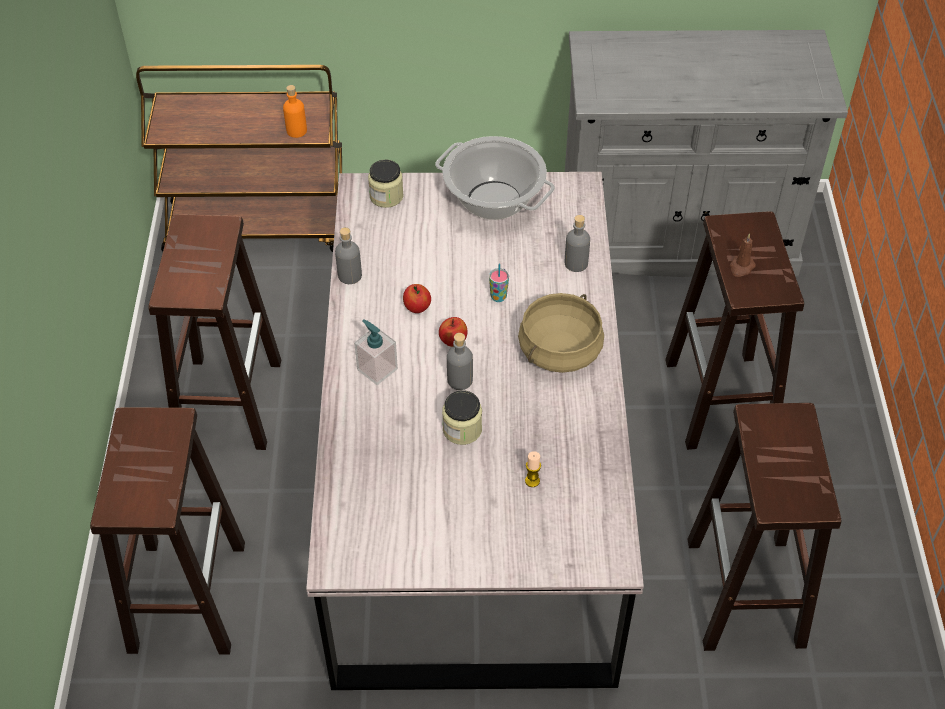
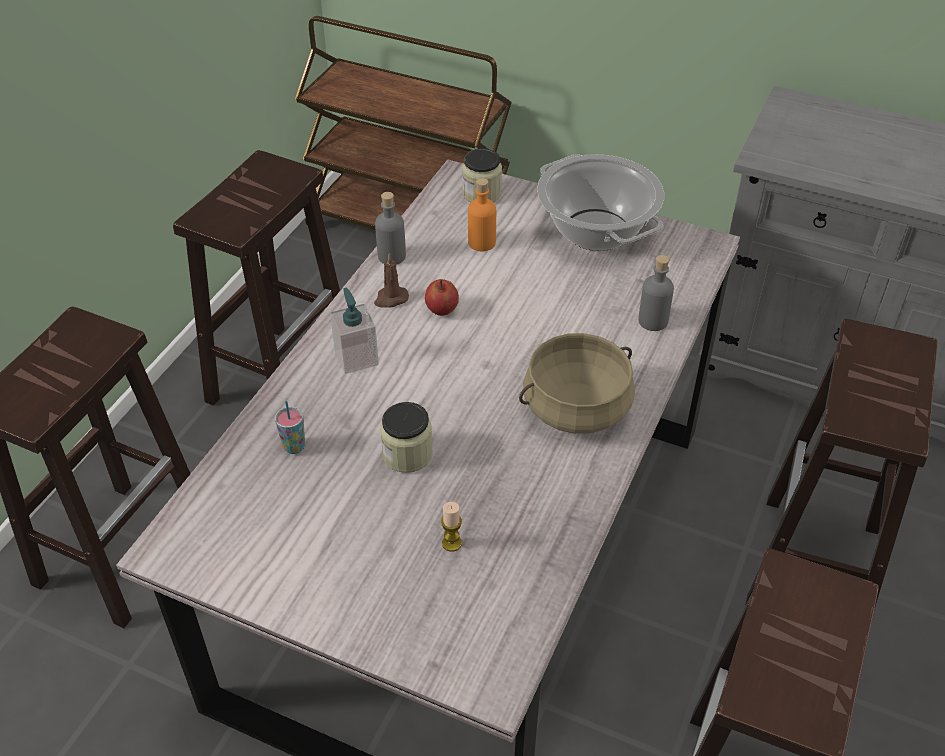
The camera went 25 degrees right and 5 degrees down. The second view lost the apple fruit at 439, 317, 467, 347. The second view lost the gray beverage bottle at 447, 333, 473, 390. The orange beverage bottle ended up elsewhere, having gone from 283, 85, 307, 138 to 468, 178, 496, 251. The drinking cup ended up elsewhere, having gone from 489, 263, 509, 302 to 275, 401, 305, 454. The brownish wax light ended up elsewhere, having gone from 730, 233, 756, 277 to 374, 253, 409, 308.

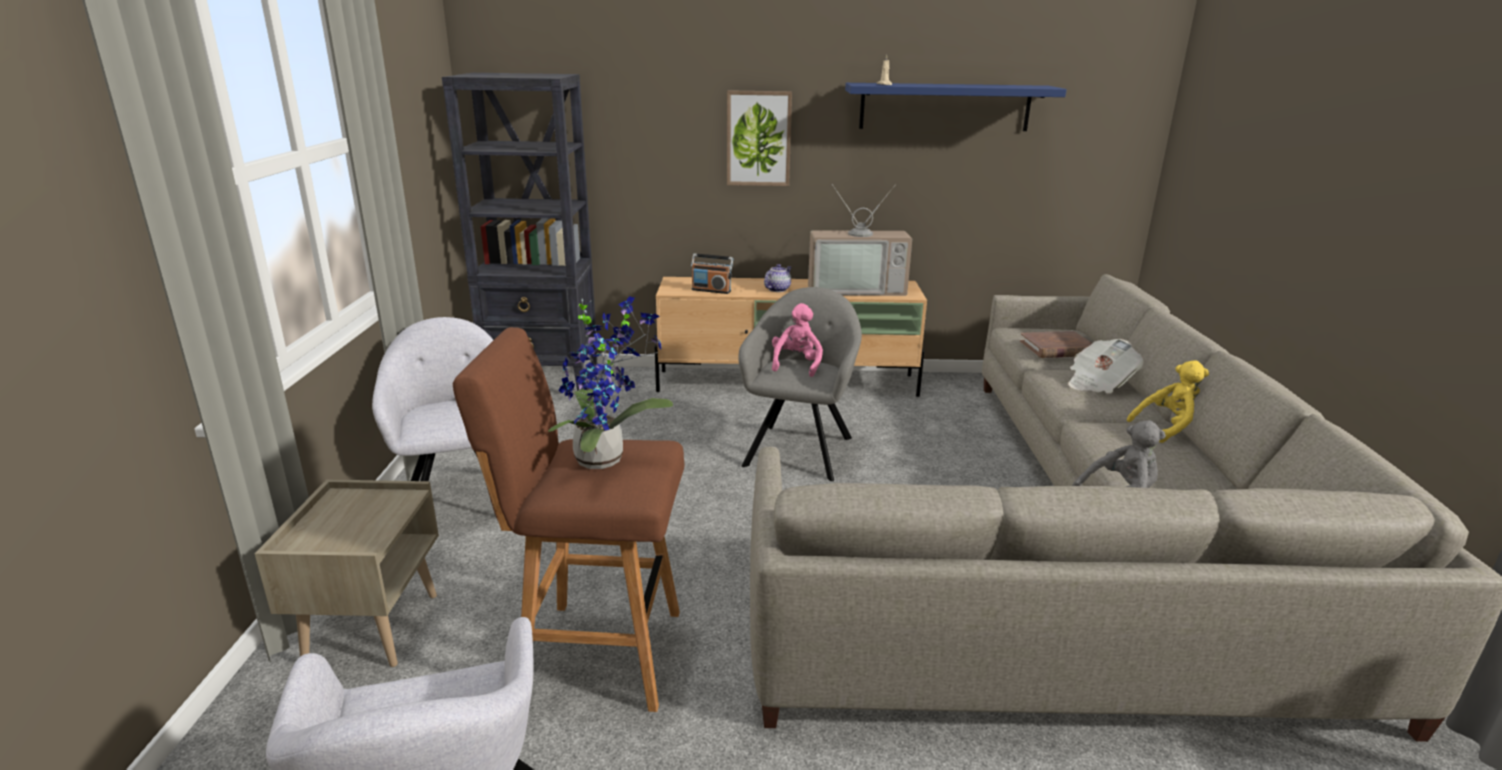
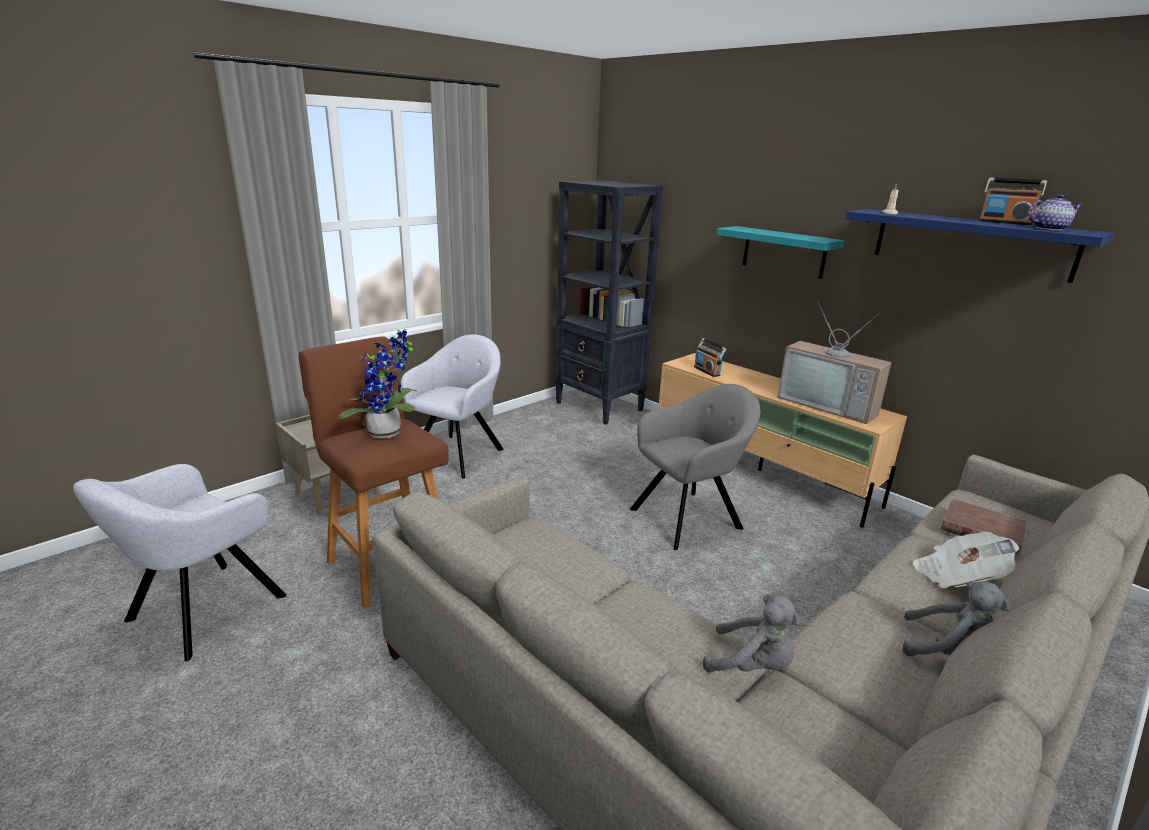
The camera went 45 degrees right and 0 degrees up. The second view lost the pink plush toy at 772, 303, 823, 377. The second view gained the radio receiver at 979, 178, 1047, 225. The teapot ended up elsewhere, having gone from 764, 264, 791, 292 to 1028, 194, 1083, 231. Where the wall art hung at 727, 90, 792, 186, the turquoise-coloured shelf came to hang at 717, 226, 844, 279. What was the yellowish plush toy at 1127, 360, 1209, 443 turned into the gray plush toy at 903, 581, 1011, 656.

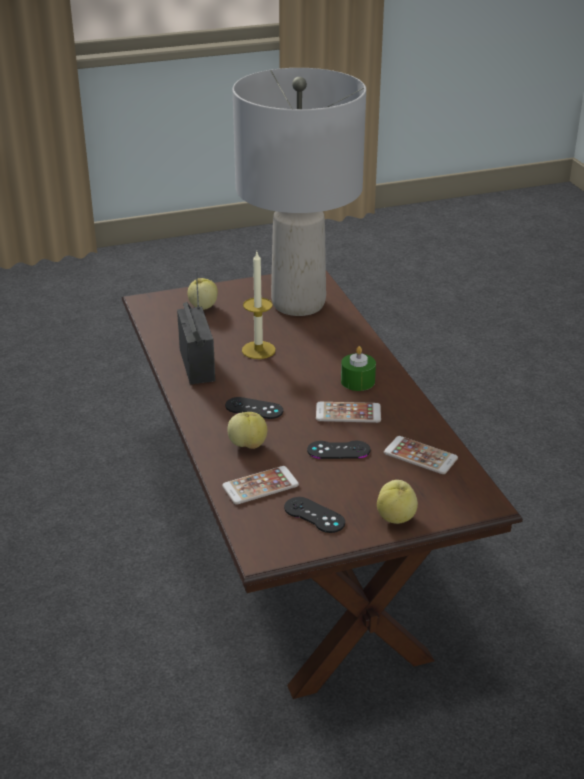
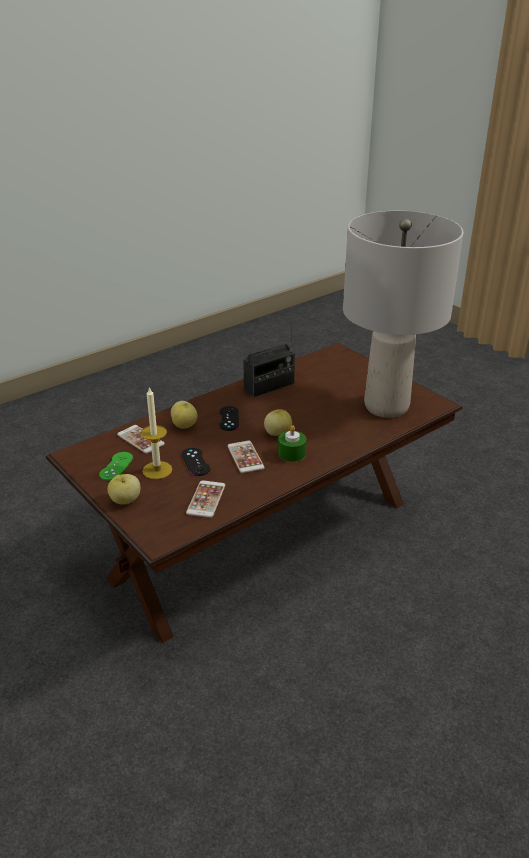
The camera went 70 degrees right and 0 degrees up. The apple fruit ended up elsewhere, having gone from 187, 278, 218, 310 to 264, 409, 292, 436. The wax light ended up elsewhere, having gone from 242, 252, 276, 359 to 141, 386, 172, 479. What was the black-coloured game controller at 284, 497, 345, 533 turned into the green-coloured game controller at 99, 452, 133, 481.

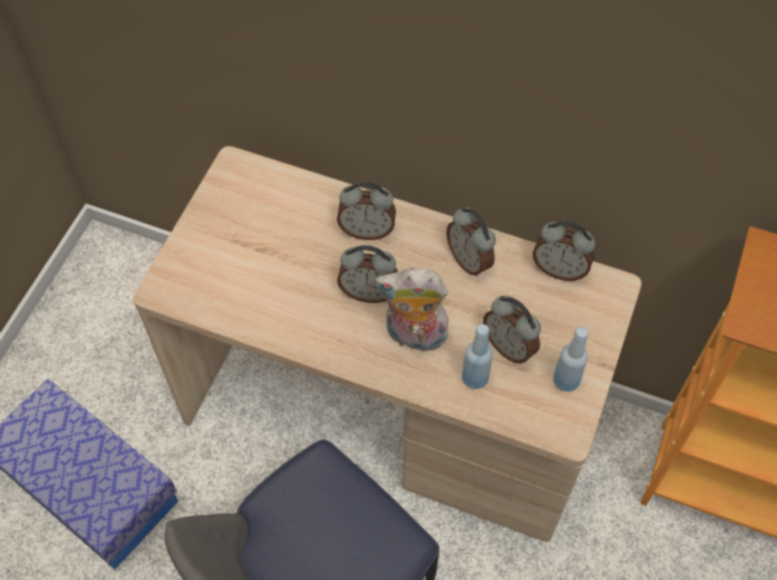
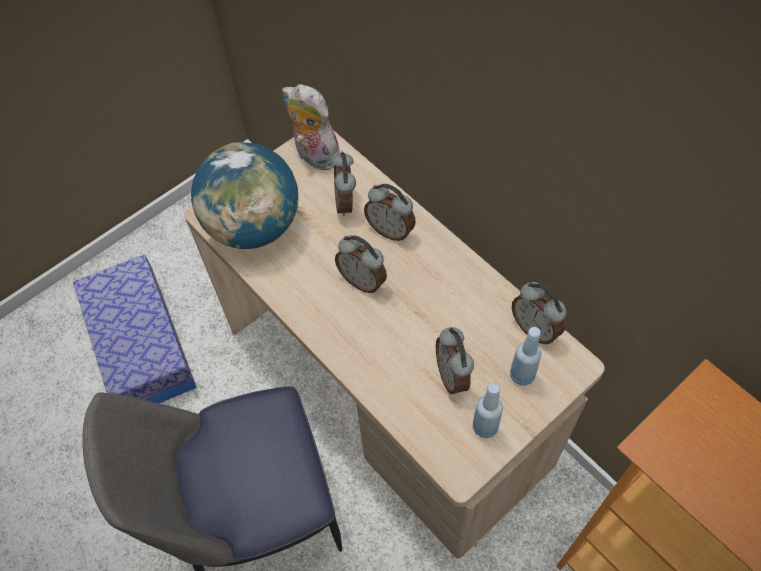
The camera went 30 degrees right and 0 degrees up. The second view gained the globe at 191, 142, 299, 249. The plush toy ended up elsewhere, having gone from 375, 268, 451, 356 to 282, 84, 341, 170. The table clock ended up elsewhere, having gone from 446, 207, 496, 276 to 332, 152, 356, 216. The blue-coloured beverage bottle ended up elsewhere, having gone from 462, 324, 493, 389 to 510, 327, 541, 386.

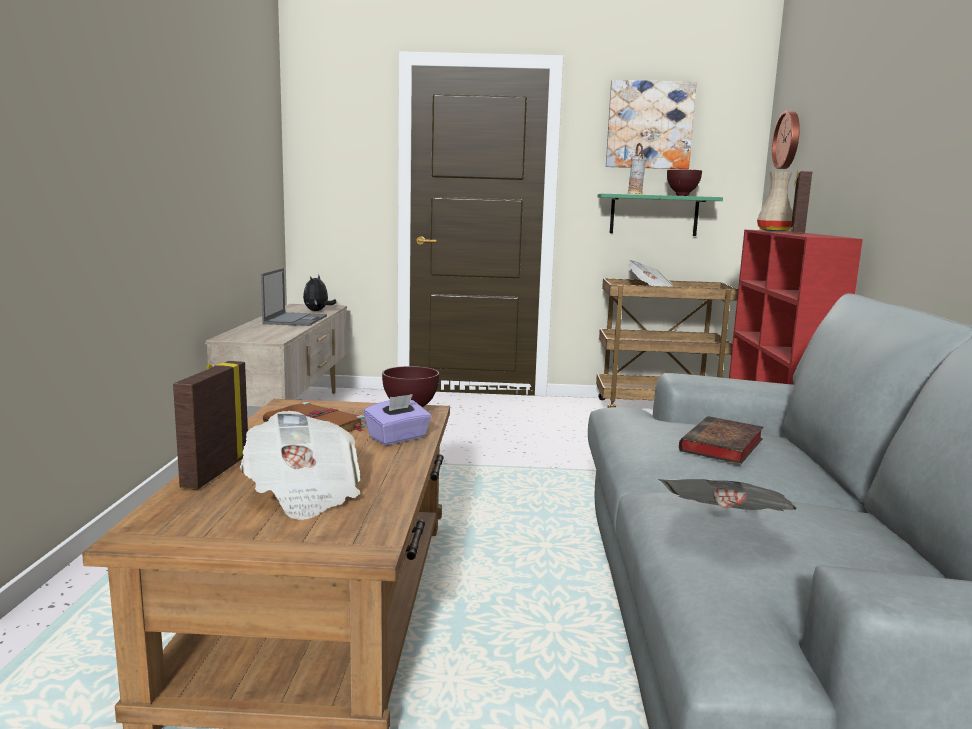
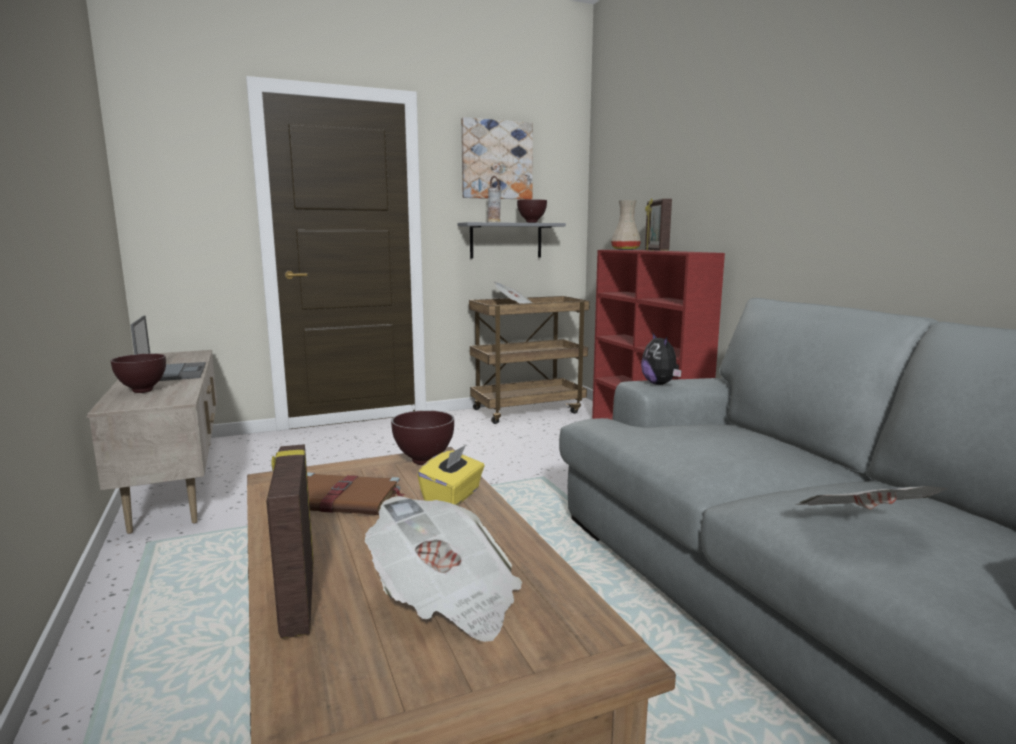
The camera went 25 degrees left and 0 degrees up. The second view lost the volume at 679, 416, 764, 464. The second view lost the wall clock at 772, 111, 800, 169. The second view gained the brownish deep dish at 111, 354, 166, 393. The plush toy ended up elsewhere, having gone from 303, 275, 337, 311 to 641, 332, 682, 385. What was the purple tissue holder at 364, 394, 431, 445 turned into the yellowish tissue holder at 417, 445, 484, 506. What was the green-coloured shelf at 598, 194, 723, 236 turned into the gray shelf at 457, 222, 566, 259.

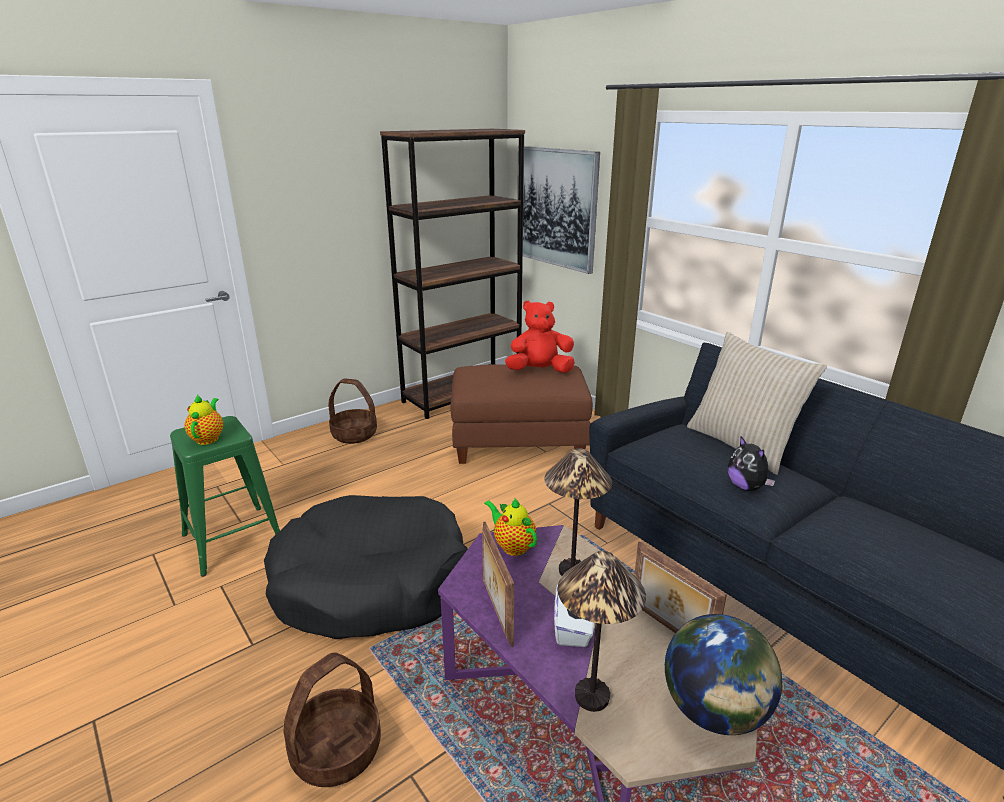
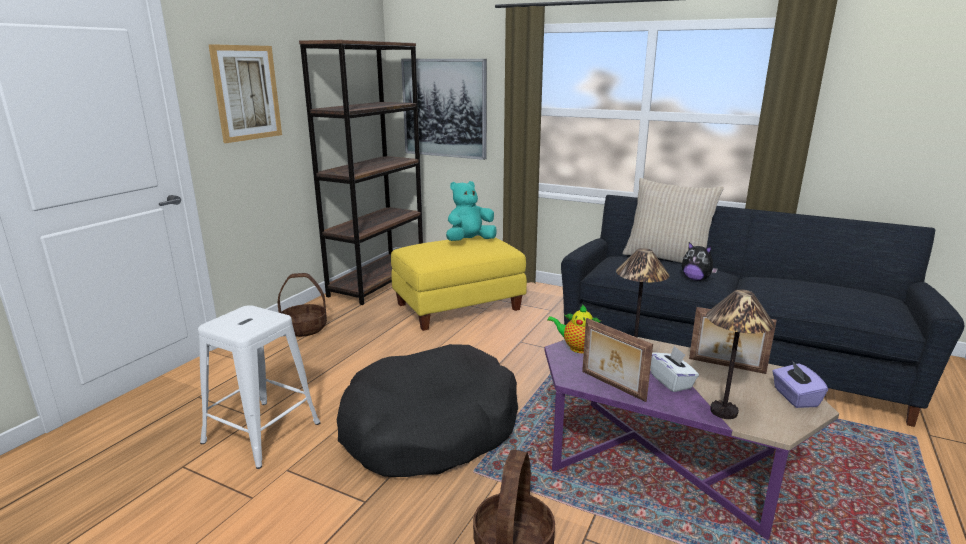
The camera went 25 degrees left and 5 degrees down. The second view lost the teapot at 185, 395, 223, 445. The second view gained the wall art at 208, 44, 282, 143. Where the globe stood at 665, 614, 782, 735, the purple tissue holder came to stand at 772, 361, 828, 408. What was the green-coloured stool seat at 170, 416, 280, 577 turned into the white stool seat at 198, 305, 320, 469. What was the brownish ottoman at 451, 364, 593, 464 turned into the yellowish ottoman at 391, 236, 527, 331. What was the red-coloured plush toy at 505, 301, 575, 373 turned into the turquoise-coloured plush toy at 446, 181, 497, 241.

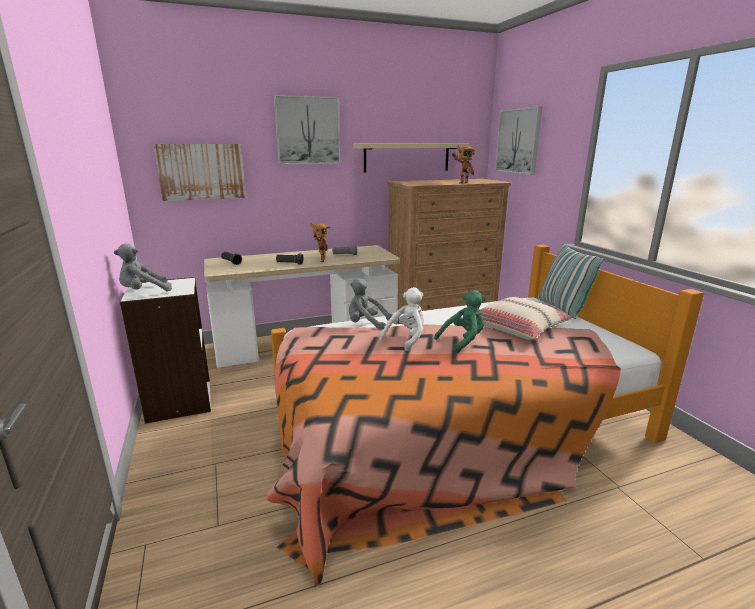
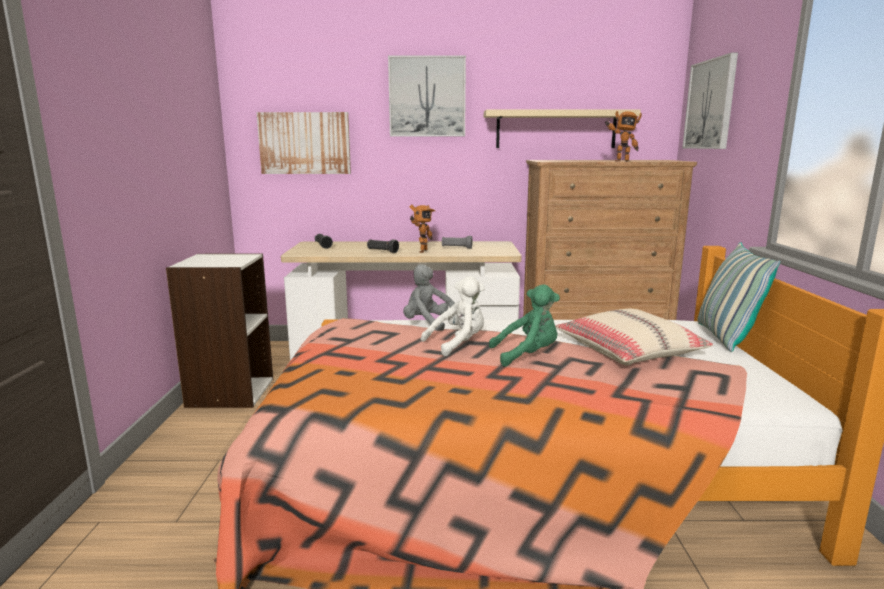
The camera went 20 degrees right and 5 degrees down. The second view lost the gray plush toy at 114, 244, 172, 291.

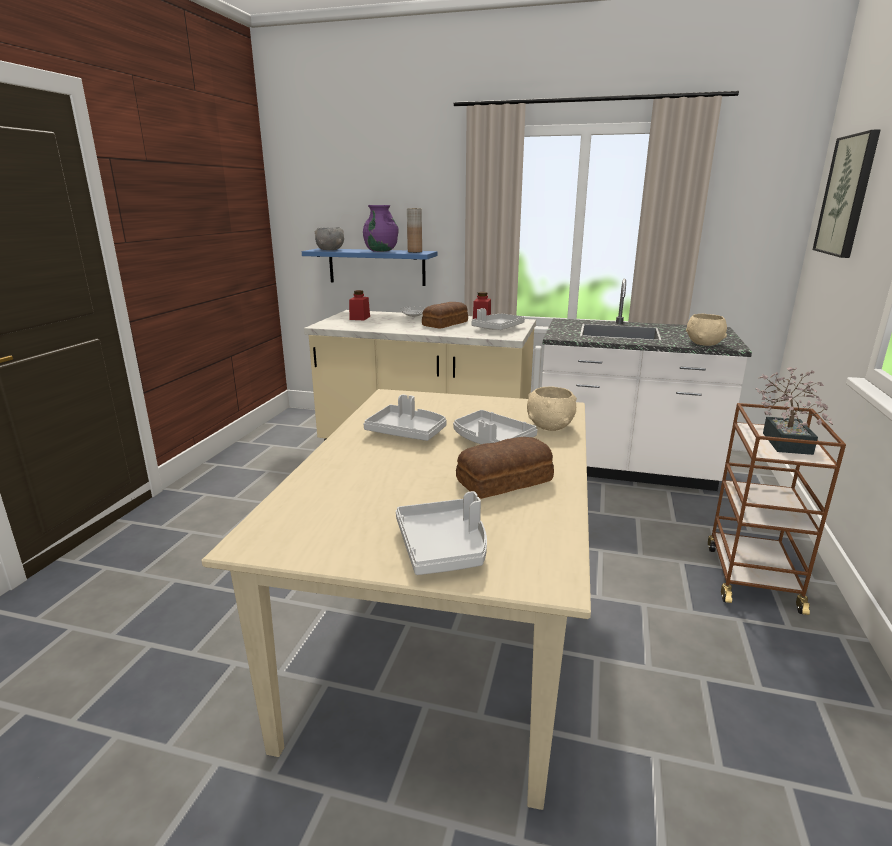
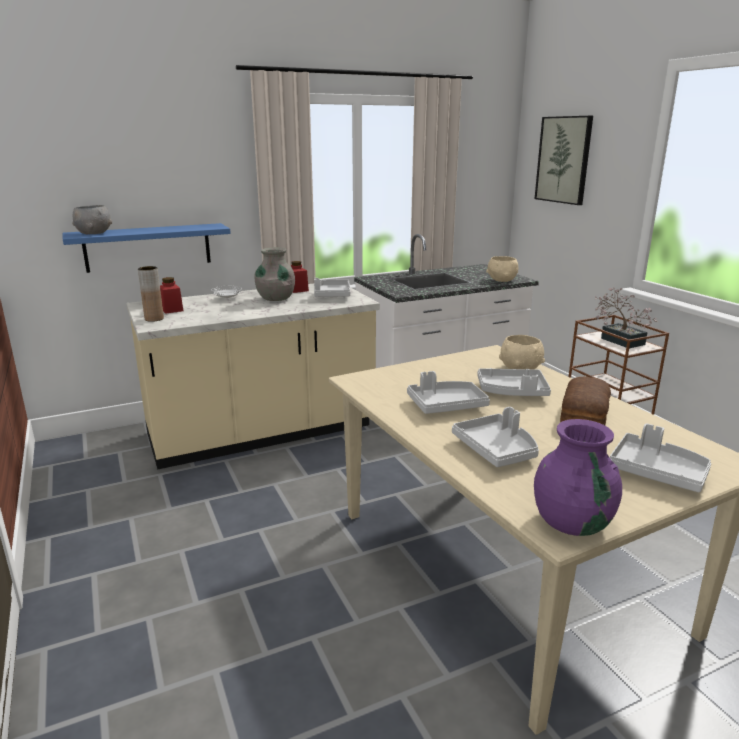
The camera went 40 degrees left and 0 degrees up. The second view gained the gray serving tray at 452, 407, 539, 467. The purple flower vase ended up elsewhere, having gone from 363, 205, 399, 252 to 534, 419, 622, 536. The brownish flower vase ended up elsewhere, having gone from 407, 208, 422, 253 to 138, 266, 164, 322. Where the bakery bread stood at 422, 302, 468, 329, the gray flower vase came to stand at 254, 247, 295, 301.

